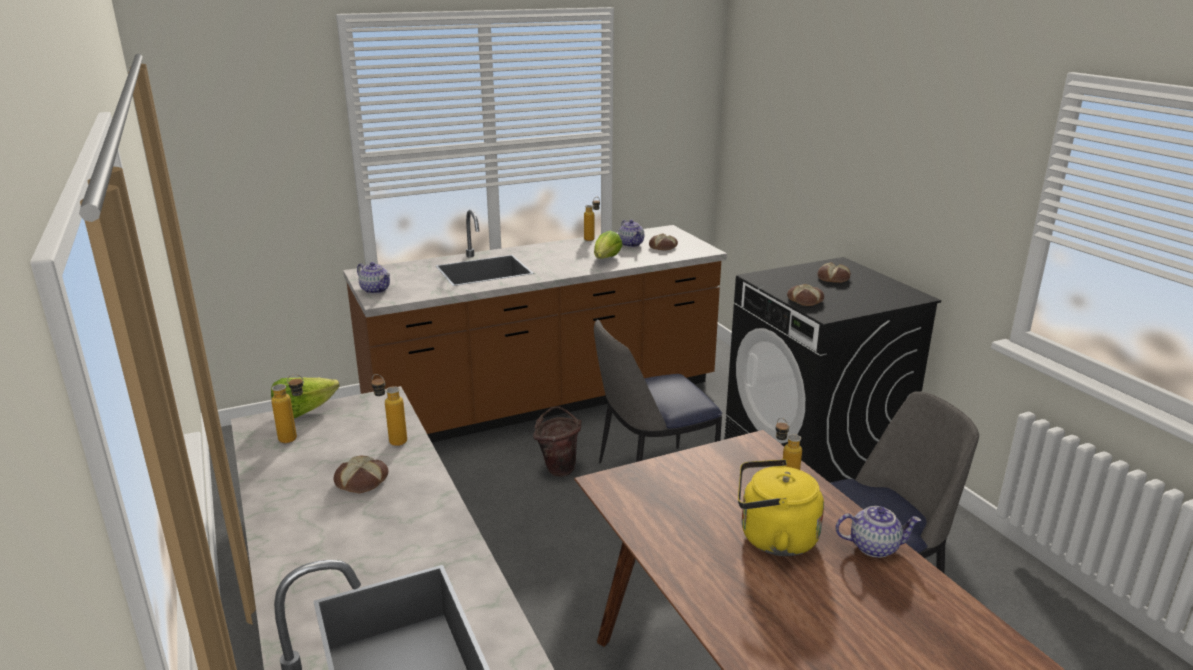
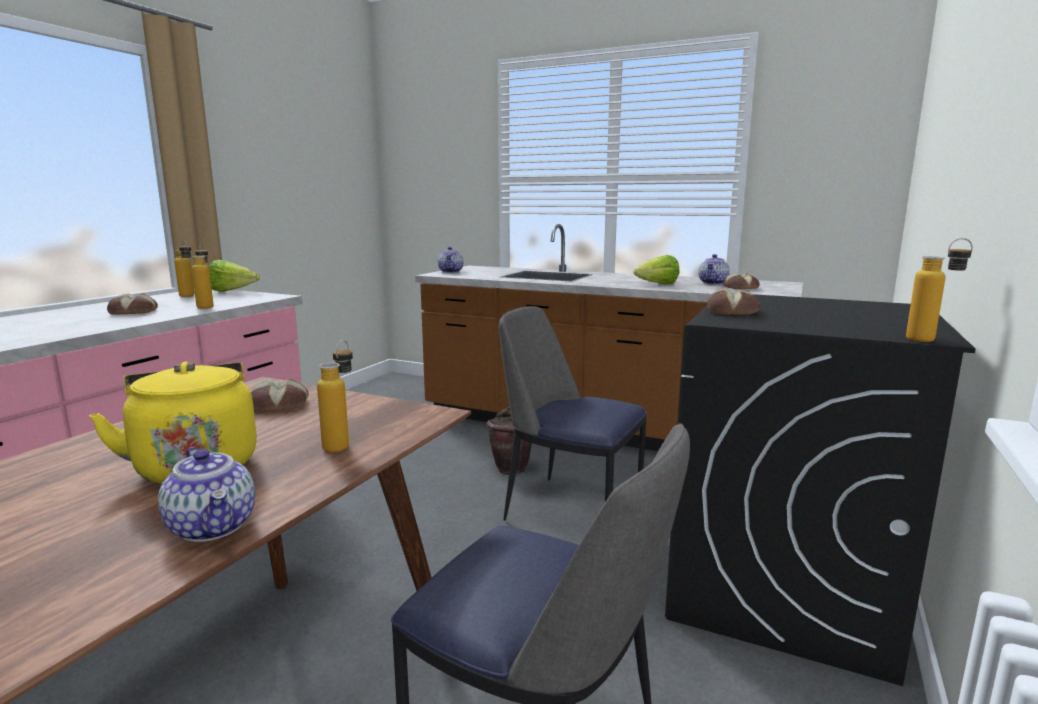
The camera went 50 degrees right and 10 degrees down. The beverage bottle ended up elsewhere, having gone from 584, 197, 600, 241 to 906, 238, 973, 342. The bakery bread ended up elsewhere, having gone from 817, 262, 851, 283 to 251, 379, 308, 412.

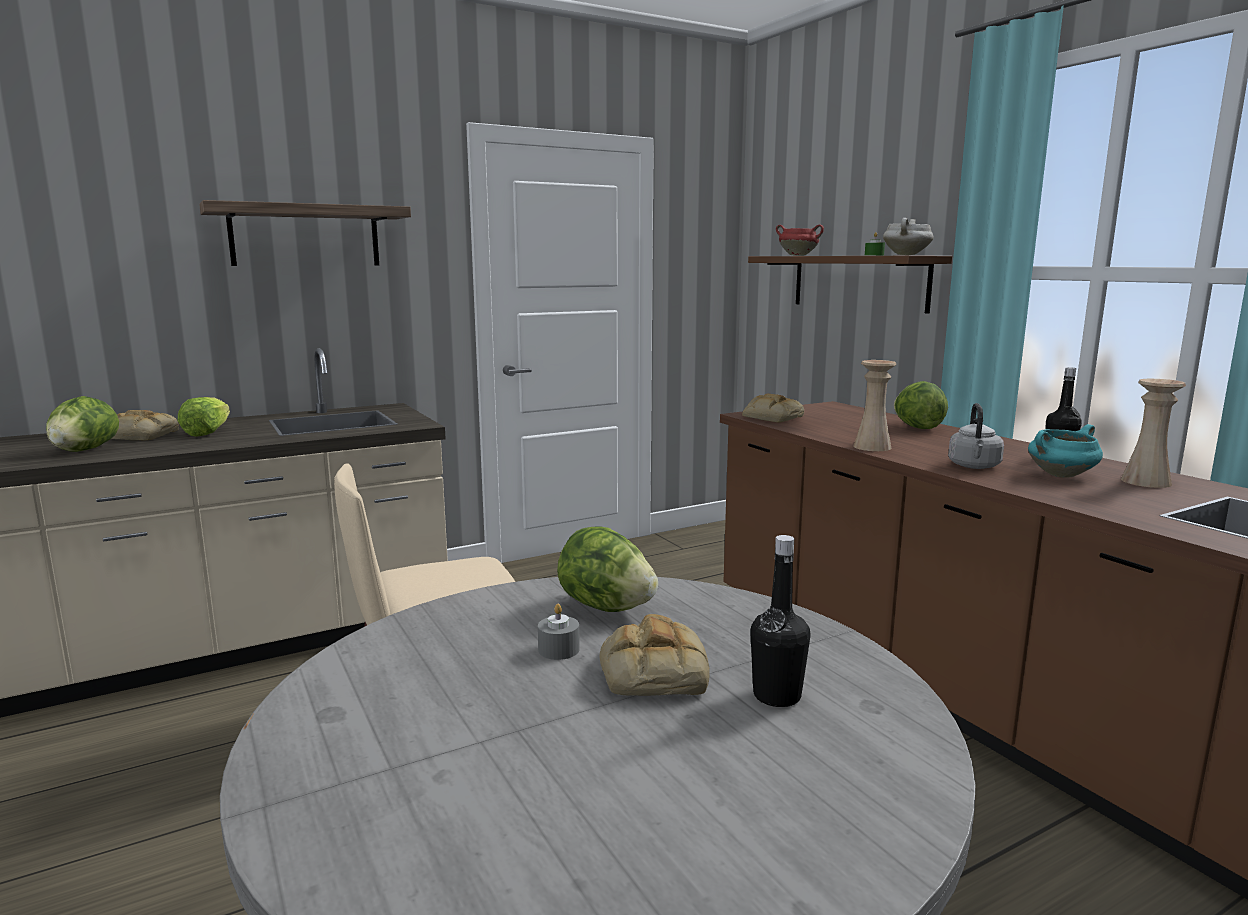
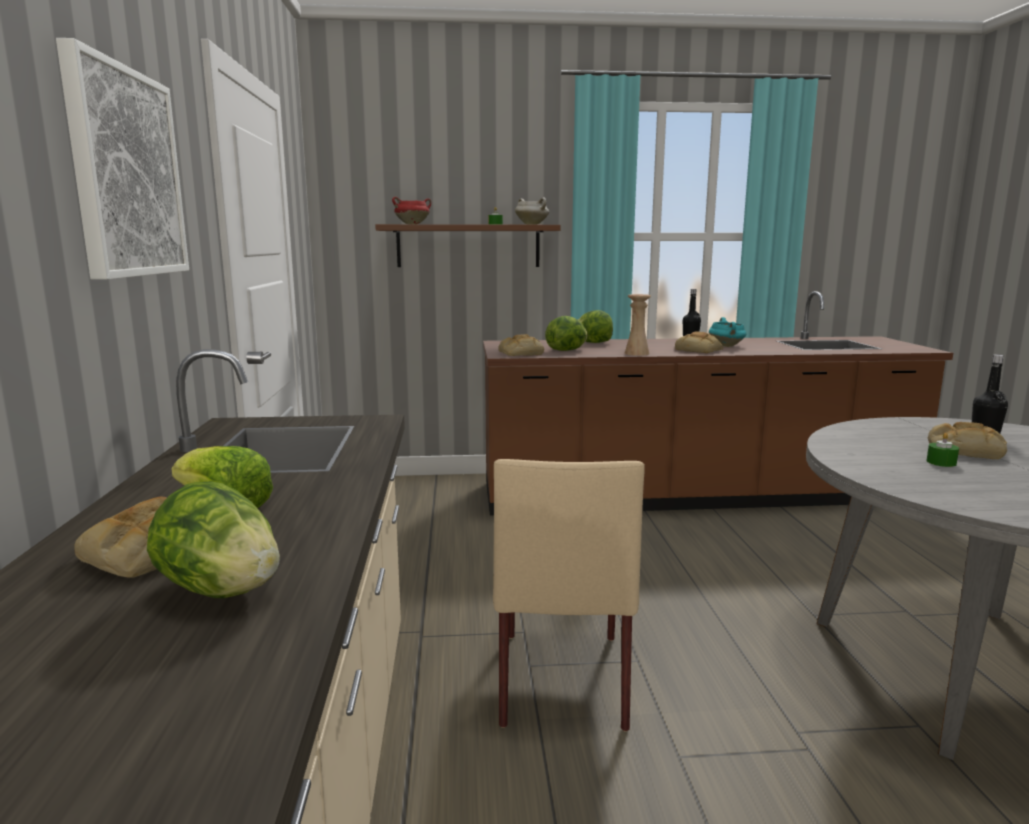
The camera went 65 degrees left and 0 degrees up. The second view lost the sand-coloured flower vase at 1121, 379, 1186, 488. The lettuce ended up elsewhere, having gone from 557, 526, 658, 612 to 545, 316, 587, 351. Where the shelf hung at 199, 200, 411, 266, the wall art came to hang at 56, 38, 189, 280. Where the gray water kettle stood at 948, 403, 1004, 469, the bakery bread came to stand at 675, 331, 723, 353. What was the gray wax light at 538, 604, 580, 660 turned into the green-coloured wax light at 926, 433, 959, 467.

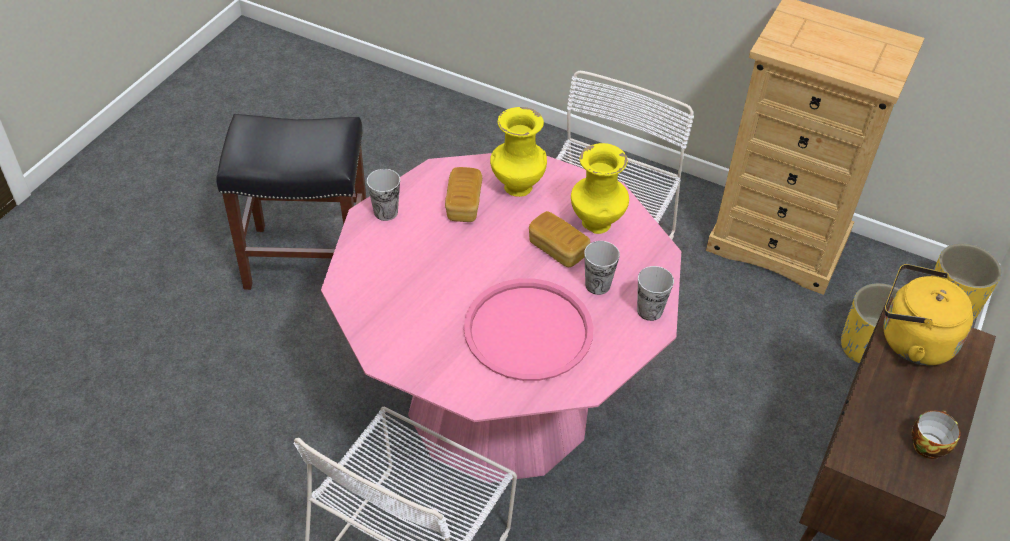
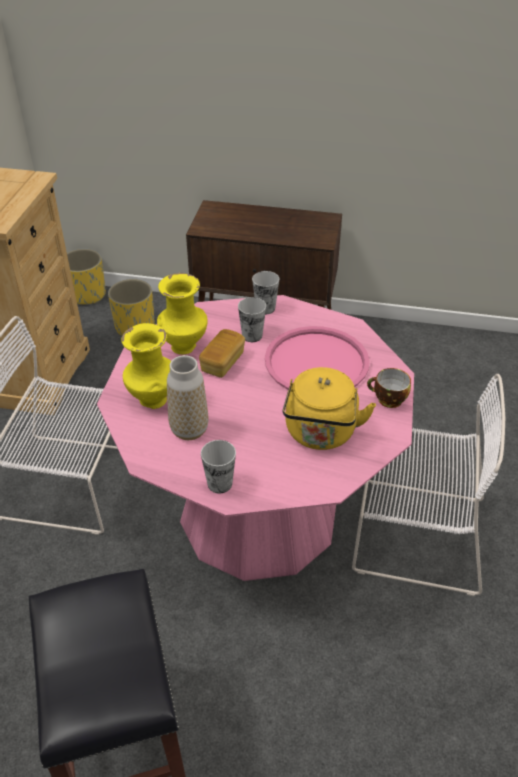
The camera went 105 degrees left and 5 degrees down. The yellowish water kettle ended up elsewhere, having gone from 883, 264, 973, 366 to 283, 367, 376, 450. The drinking cup ended up elsewhere, having gone from 911, 410, 961, 459 to 367, 368, 411, 408. Where the bakery bread stood at 445, 167, 482, 222, the flower vase came to stand at 167, 355, 209, 440.

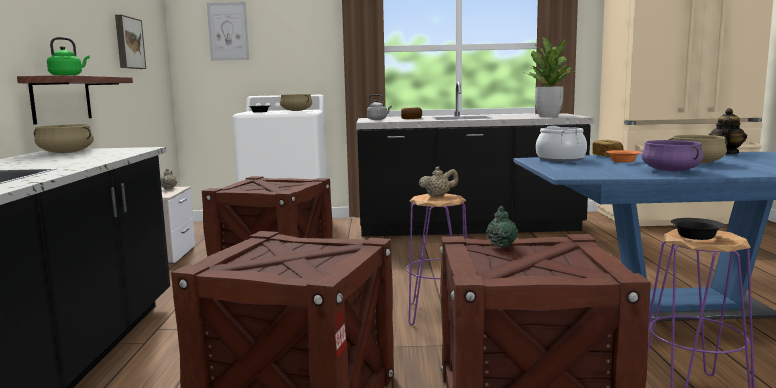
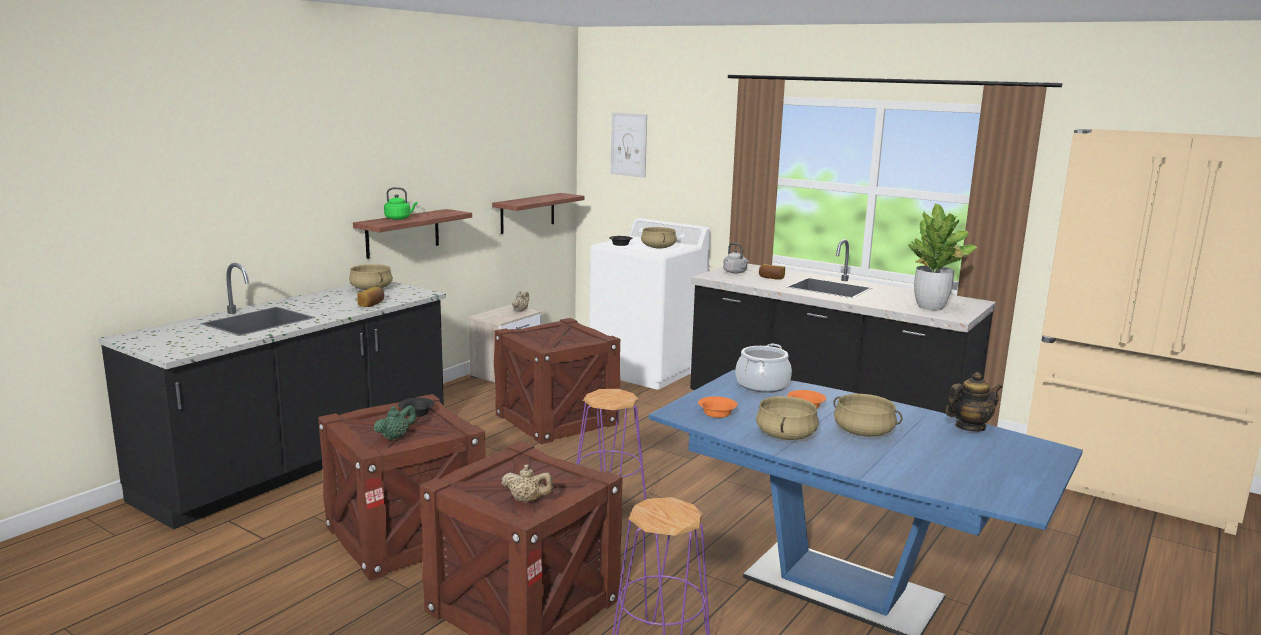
The camera went 35 degrees right and 5 degrees up. The second view lost the wall art at 115, 15, 146, 69. The second view gained the shelf at 492, 193, 584, 234. The second view gained the orange deep dish at 698, 396, 737, 418. The sand-coloured teapot ended up elsewhere, having gone from 419, 166, 459, 197 to 501, 465, 554, 503. The green-coloured teapot ended up elsewhere, having gone from 486, 206, 518, 247 to 374, 405, 416, 440. The bakery bread ended up elsewhere, having gone from 592, 140, 624, 157 to 357, 287, 384, 307. The black-coloured deep dish ended up elsewhere, having gone from 671, 218, 725, 240 to 398, 398, 434, 417. What was the purple cooking pot at 641, 140, 703, 172 turned into the sand-coloured cooking pot at 756, 396, 819, 440.

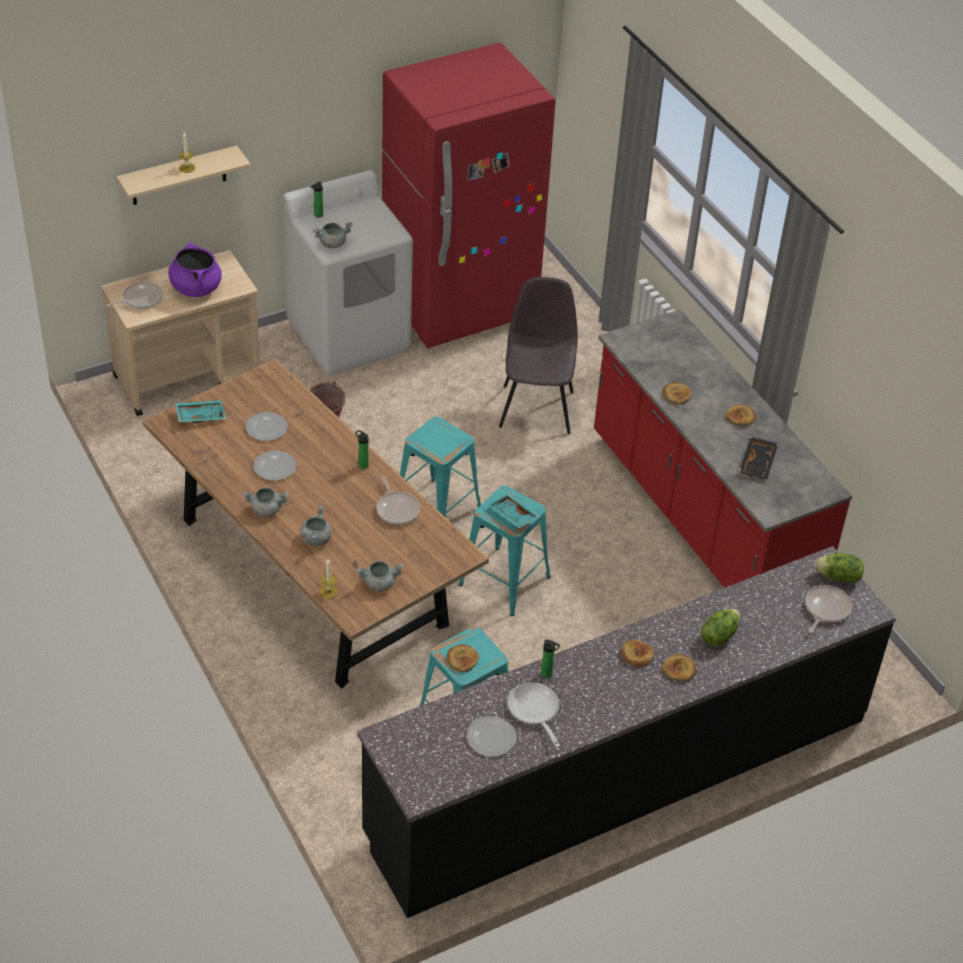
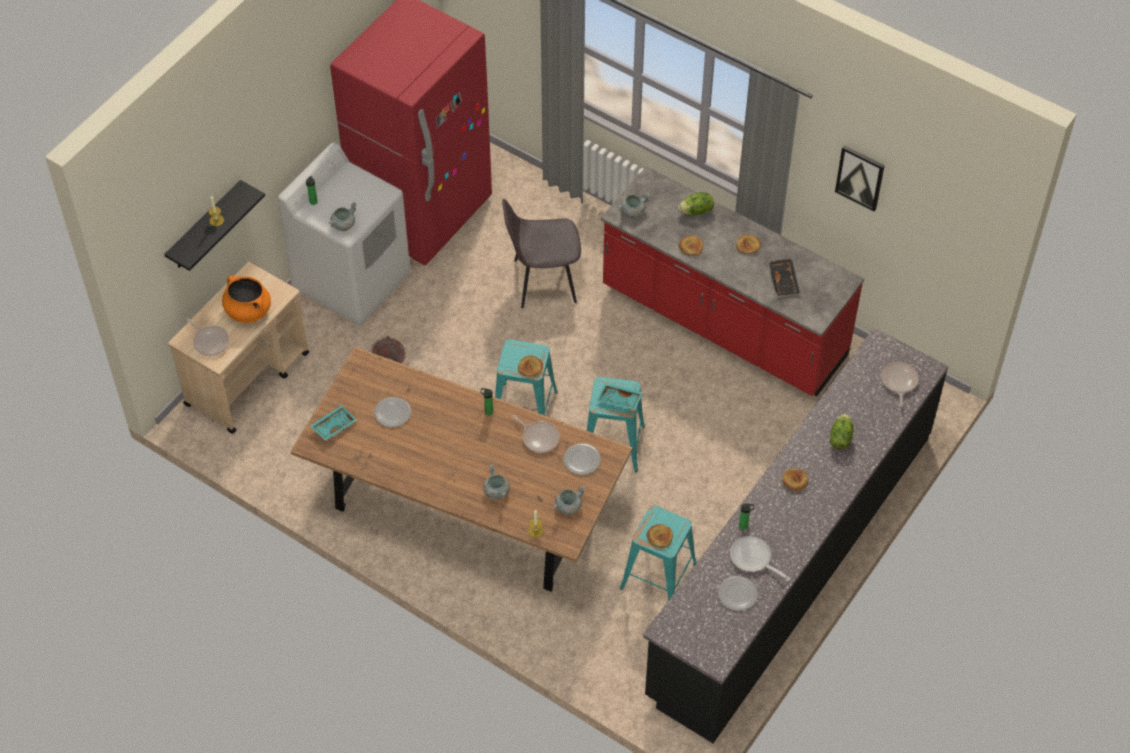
The camera went 25 degrees left and 10 degrees up. The second view gained the wall art at 835, 145, 885, 211. The gray cooking pot ended up elsewhere, having gone from 243, 488, 288, 517 to 618, 193, 650, 218. The flat dish ended up elsewhere, having gone from 253, 451, 296, 481 to 564, 444, 600, 475. The bakery bread ended up elsewhere, having gone from 661, 654, 697, 682 to 518, 355, 543, 377. The lettuce ended up elsewhere, having gone from 814, 553, 864, 583 to 678, 192, 714, 215. What was the sand-coloured shelf at 116, 146, 251, 205 turned into the black-coloured shelf at 164, 180, 265, 271. What was the purple cooking pot at 168, 242, 222, 297 turned into the orange cooking pot at 222, 276, 271, 323. The skillet at 106, 282, 163, 309 ended up facing another way, 105 degrees clockwise from before. The gray plain chair at 499, 277, 578, 434 ended up facing another way, 75 degrees counterclockwise from before.

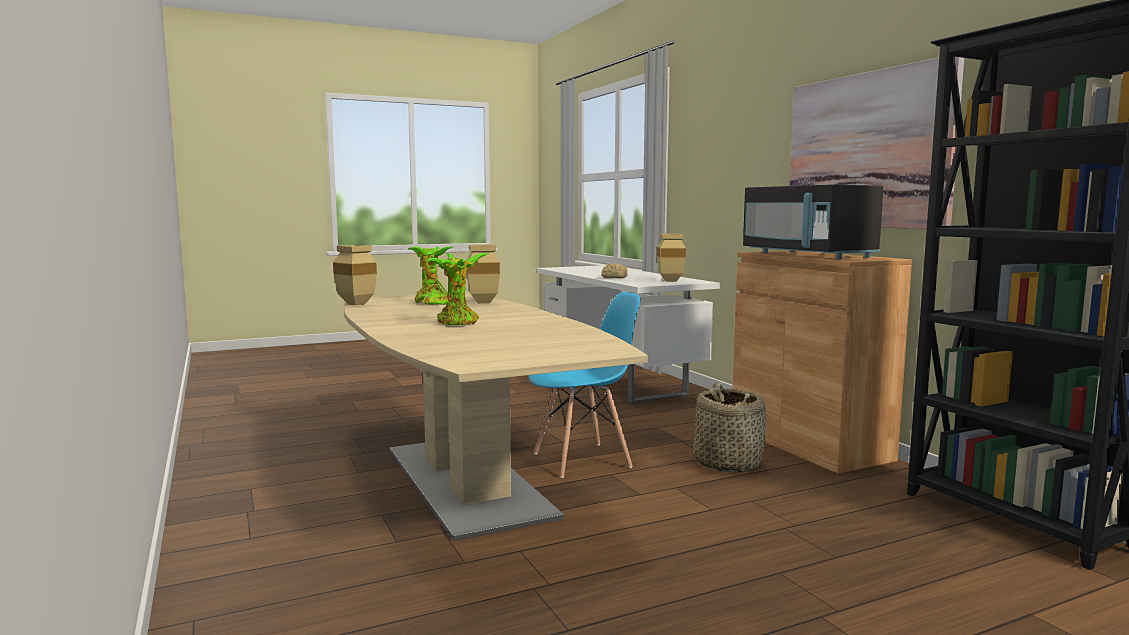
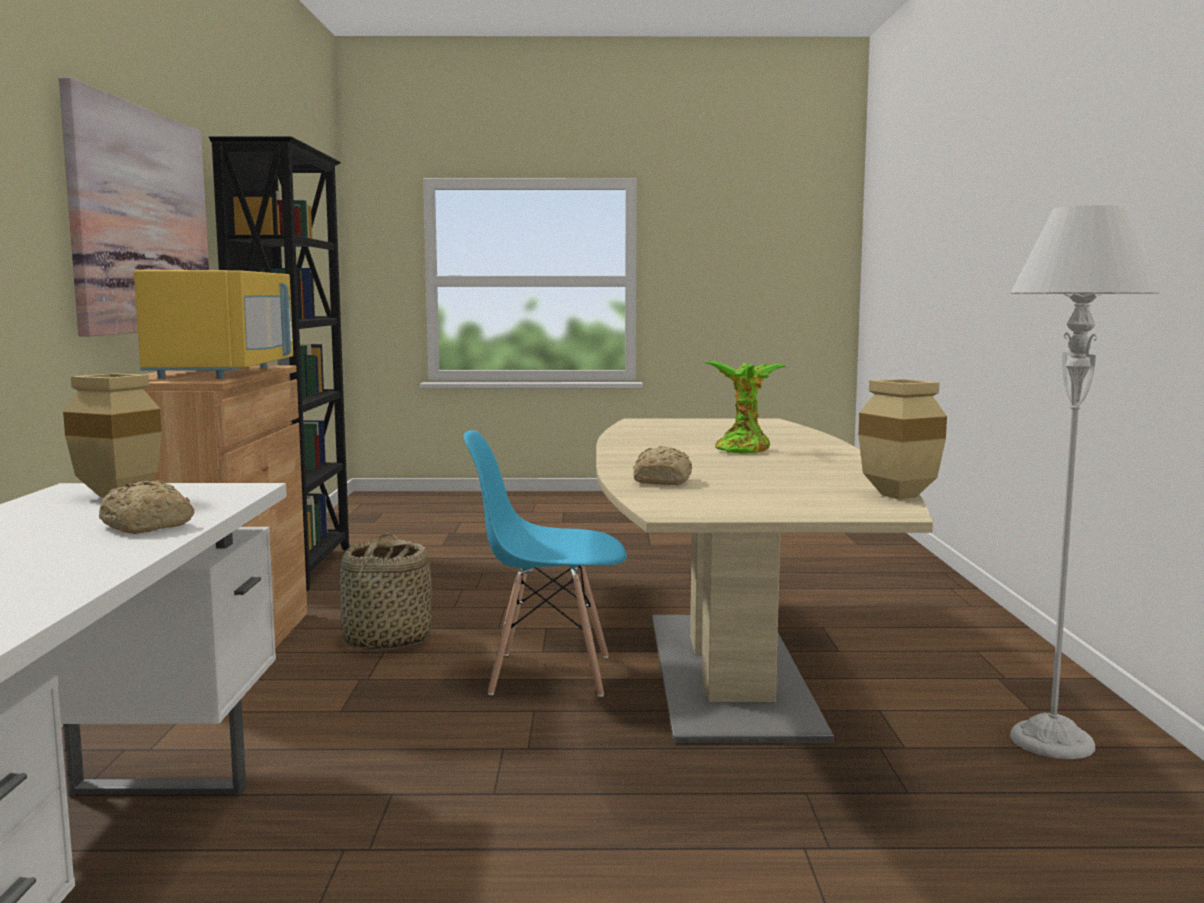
The camera went 155 degrees left and 0 degrees up. The second view lost the plant in a pot at 409, 246, 452, 305. The second view gained the gray standing lamp at 1010, 205, 1159, 759. Where the sand-coloured flower vase stood at 467, 244, 500, 304, the bakery bread came to stand at 633, 446, 692, 485. What was the black-coloured kitchen microwave at 743, 185, 883, 259 turned into the yellowish kitchen microwave at 134, 270, 293, 379.

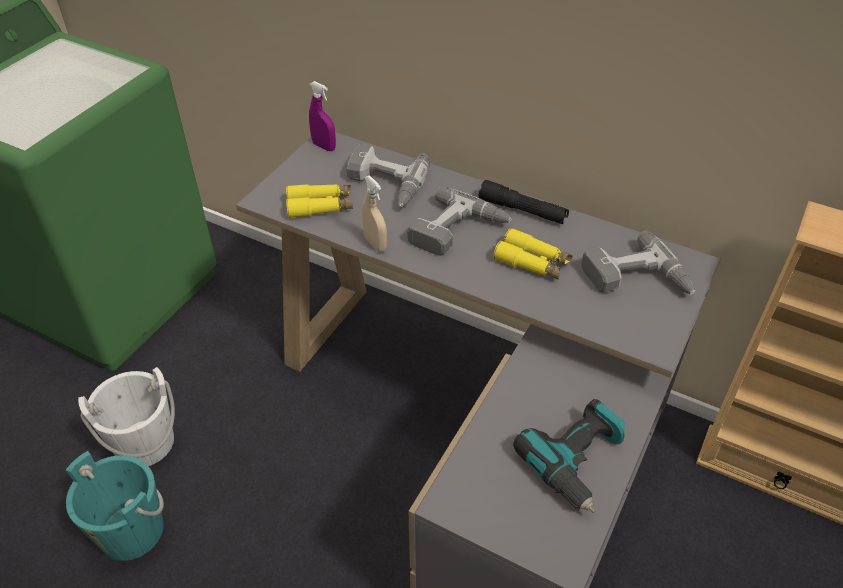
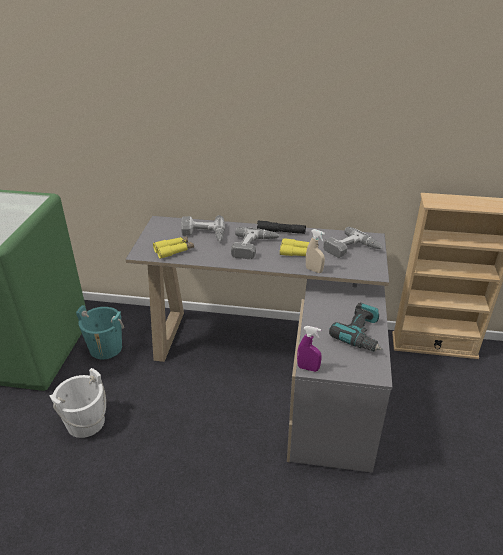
The camera went 20 degrees left and 10 degrees down. The turquoise-coloured water bucket ended up elsewhere, having gone from 66, 451, 164, 561 to 76, 305, 124, 359. The purple sprayer ended up elsewhere, having gone from 309, 81, 336, 151 to 297, 326, 322, 372. The sand-coloured sprayer ended up elsewhere, having gone from 362, 175, 387, 252 to 306, 229, 325, 273.

